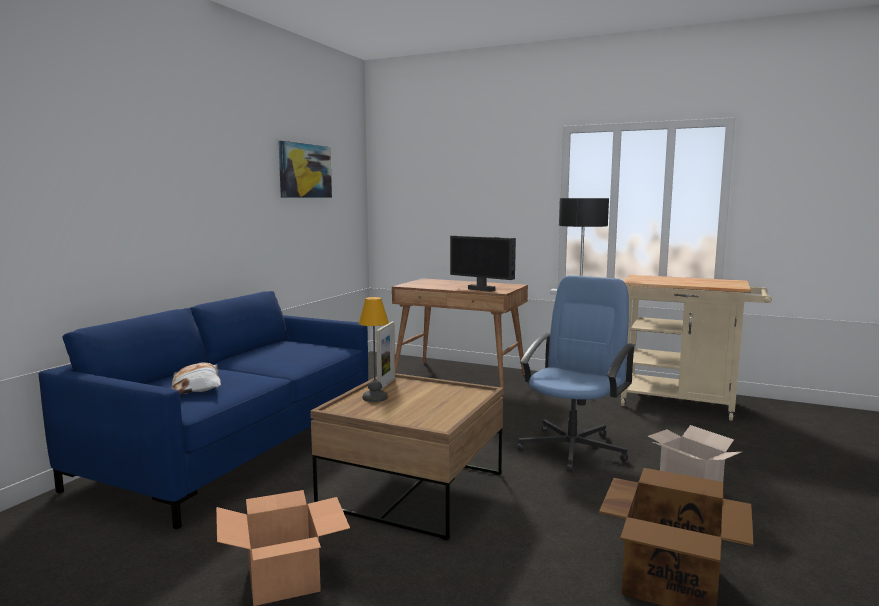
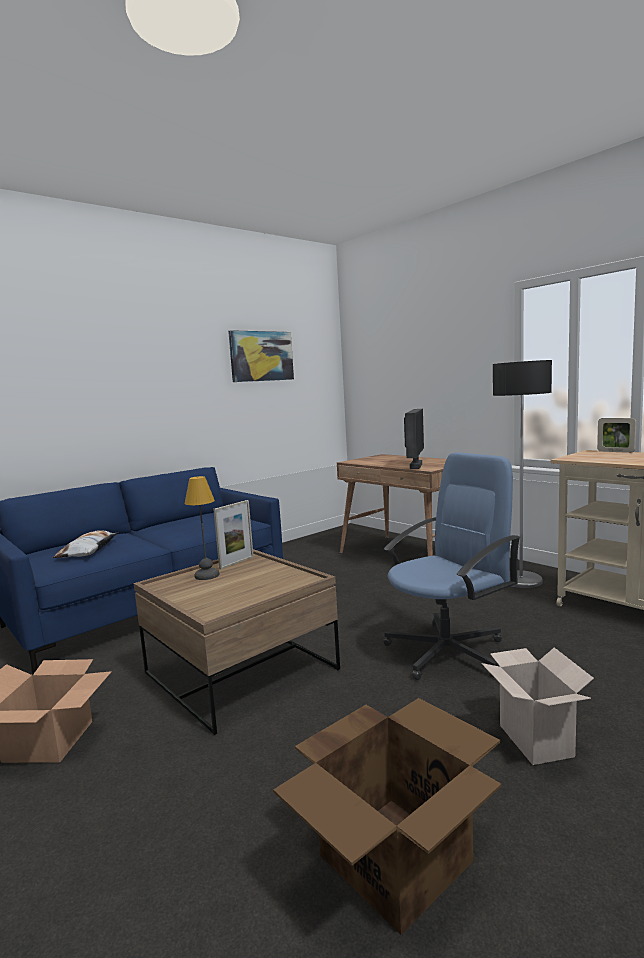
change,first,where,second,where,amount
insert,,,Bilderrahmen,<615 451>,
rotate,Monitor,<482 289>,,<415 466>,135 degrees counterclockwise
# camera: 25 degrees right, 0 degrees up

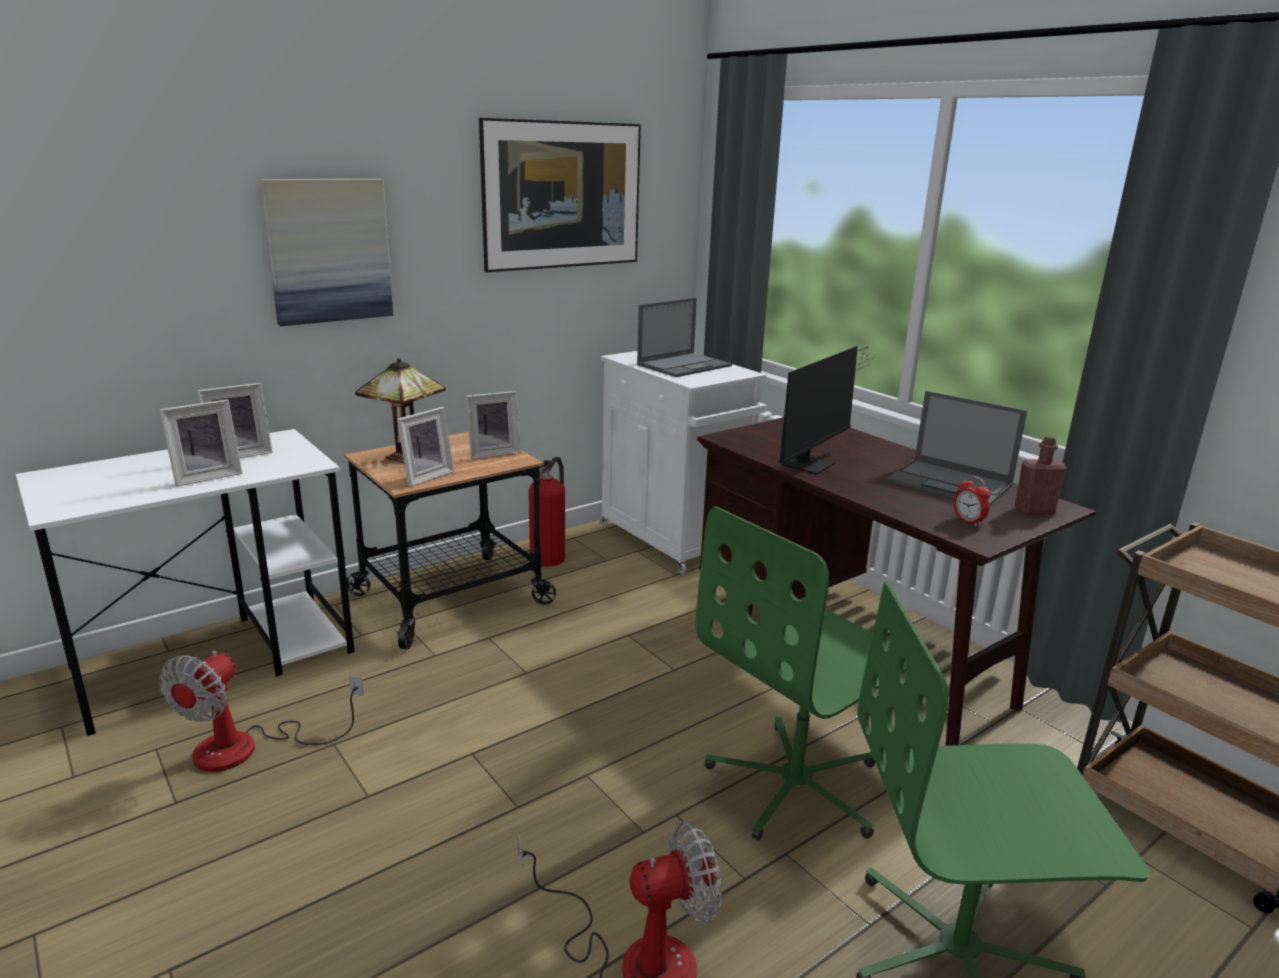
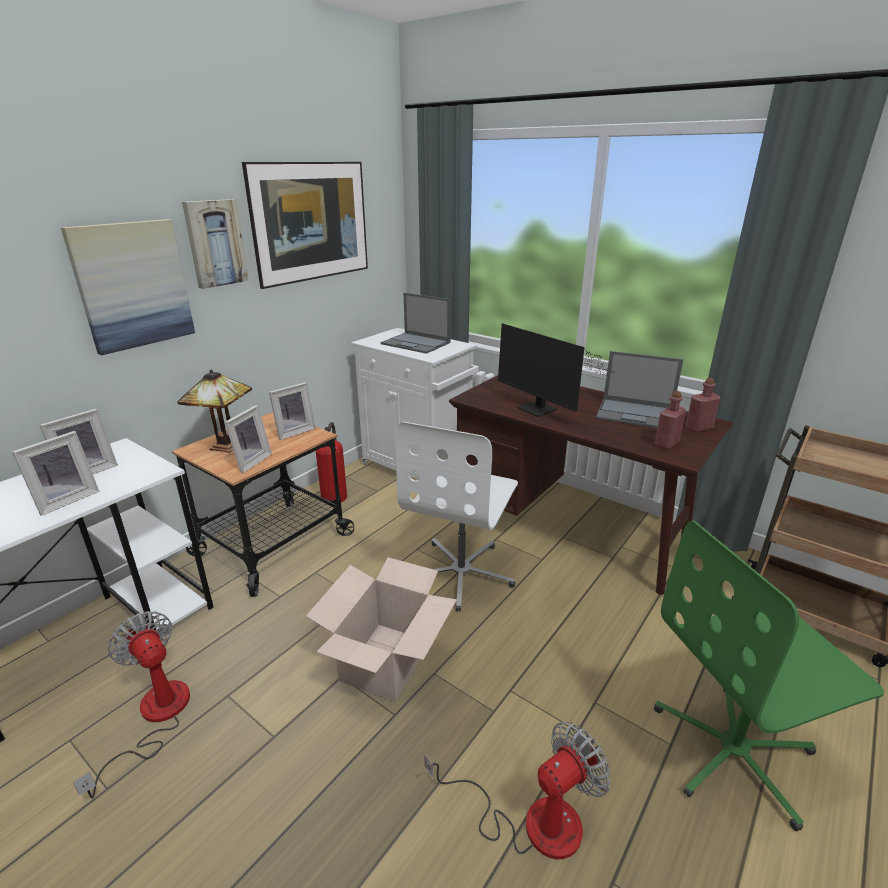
change,first,where,second,where,amount
delete,Bürostuhl [grün],<797 785>,,,
insert,,,Bild,<215 243>,
insert,,,Karton,<385 660>,
insert,,,Bürostuhl [weiß],<462 573>,
replace,Wecker,<968 521>,Flasche [rot],<666 443>,
rotate,Ventilator,<248 748>,,<155 718>,135 degrees clockwise
rotate,Laptop,<685 365>,,<416 343>,90 degrees clockwise
rotate,Monitor,<813 463>,,<540 410>,120 degrees clockwise
# camera: 15 degrees left, 5 degrees up

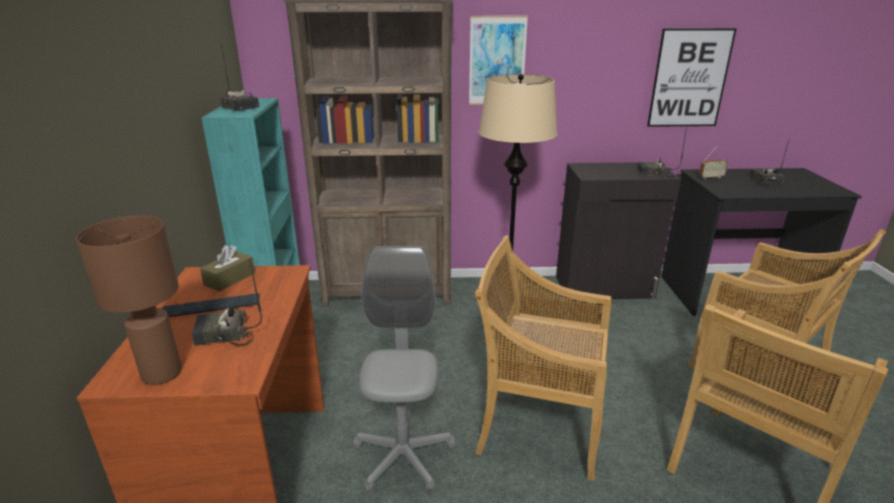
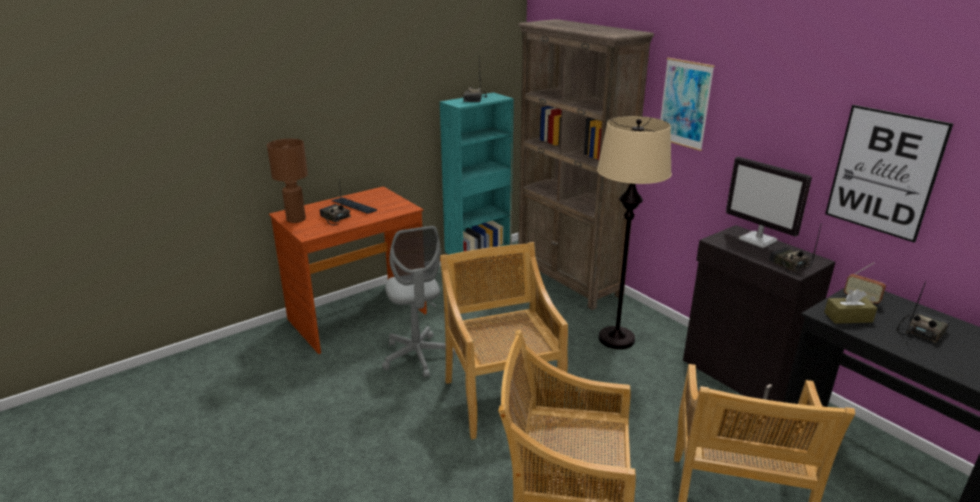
change,first,where,second,where,amount
insert,,,Monitor,<758 240>,
move,Taschentuchbox [braun],<230 279>,,<848 317>,
rotate,Bürostuhl [grau],<403 456>,,<417 356>,105 degrees clockwise
# camera: 55 degrees right, 0 degrees up

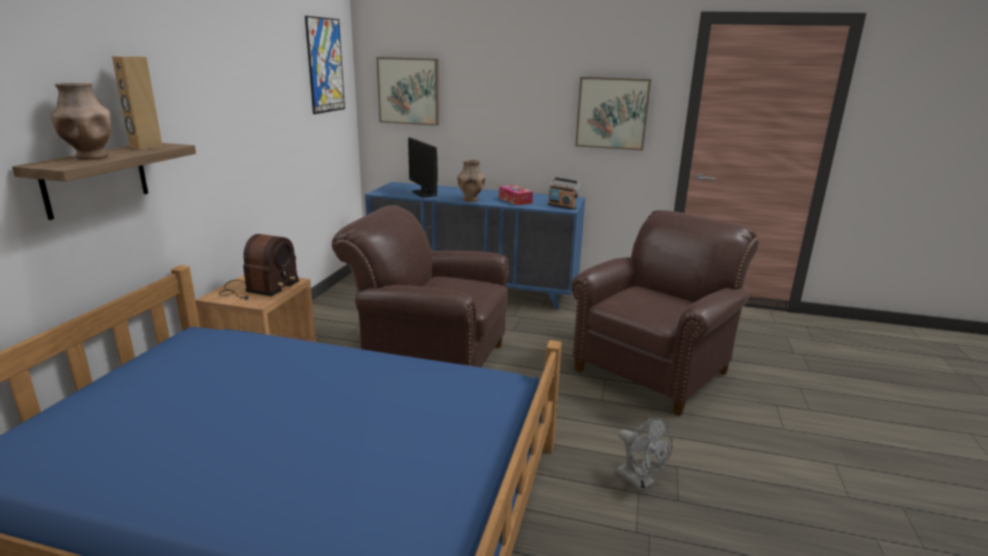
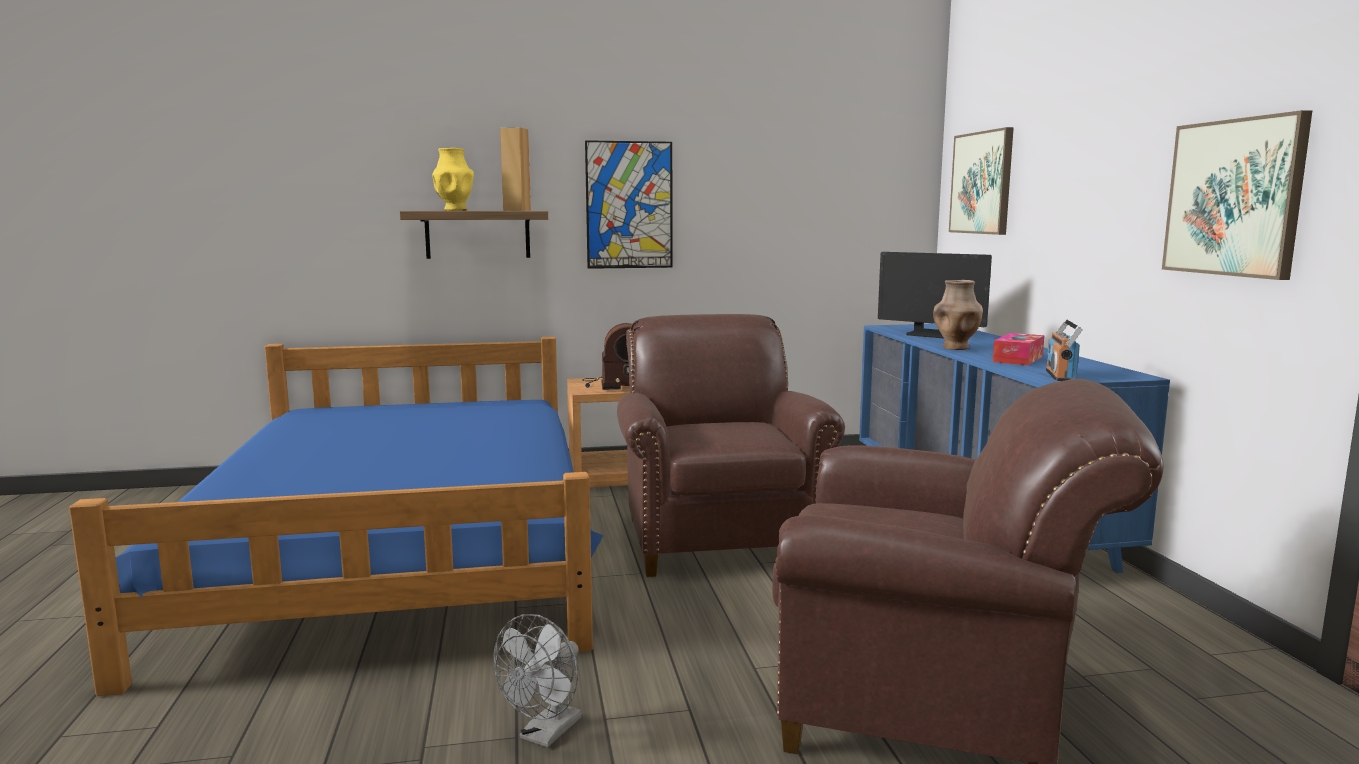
change,first,where,second,where,amount
move,Bild,<325 65>,,<629 205>,
recolor,Vase [braun],<91 157>,Vase [gelb],<455 210>,
rotate,Monitor,<425 193>,,<931 335>,90 degrees counterclockwise
# camera: 65 degrees right, 10 degrees down

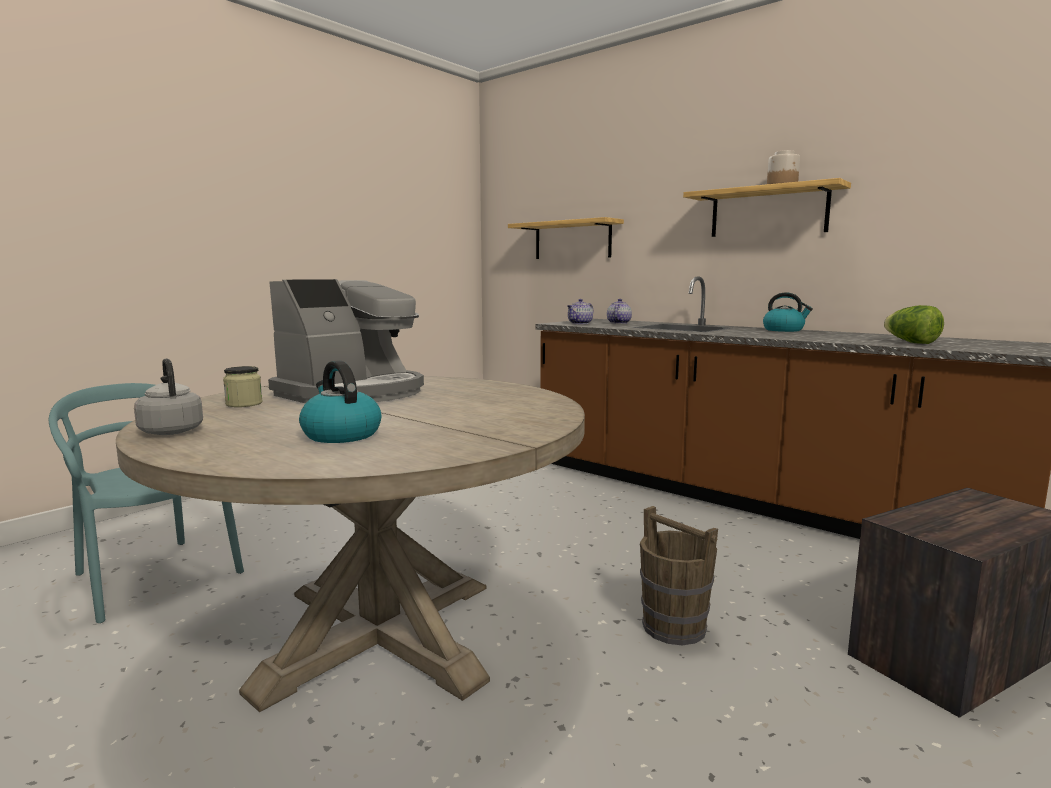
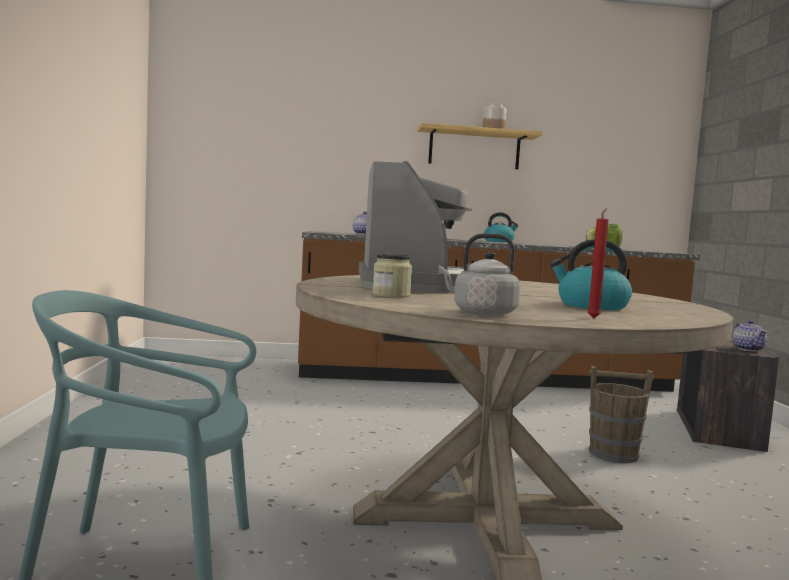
change,first,where,second,where,amount
delete,Wandregal,<572 240>,,,
insert,,,Kerze [rot],<594 318>,
move,Teekanne,<580 323>,,<748 349>,
# camera: 45 degrees left, 5 degrees down

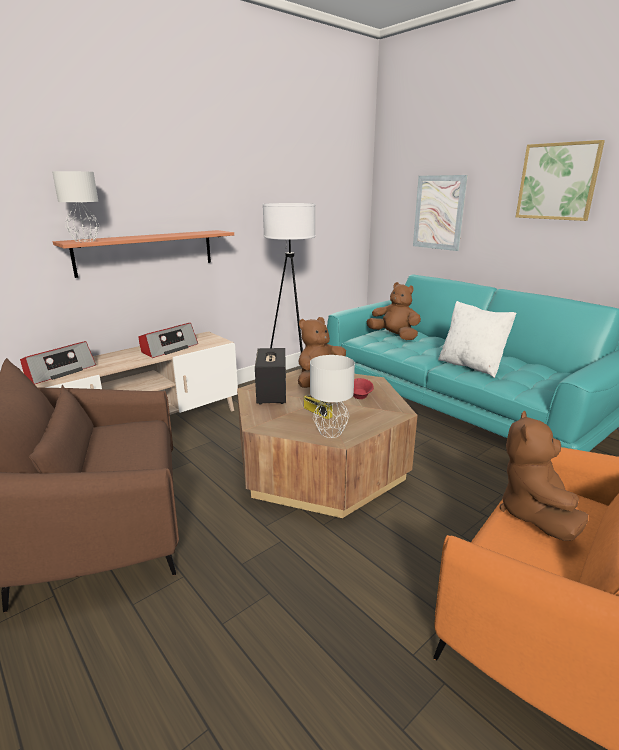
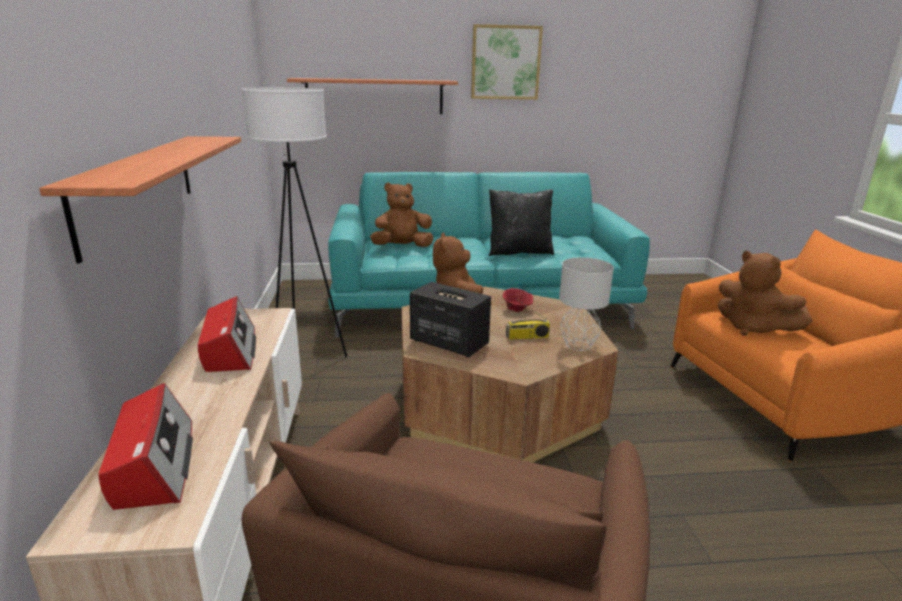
change,first,where,second,where,amount
delete,Tischlampe [grau],<84 241>,,,
replace,Bild,<439 212>,Wandregal,<375 96>,
recolor,Kissen [weiß],<471 366>,Kissen [schwarz],<519 252>,
# camera: 55 degrees left, 0 degrees up

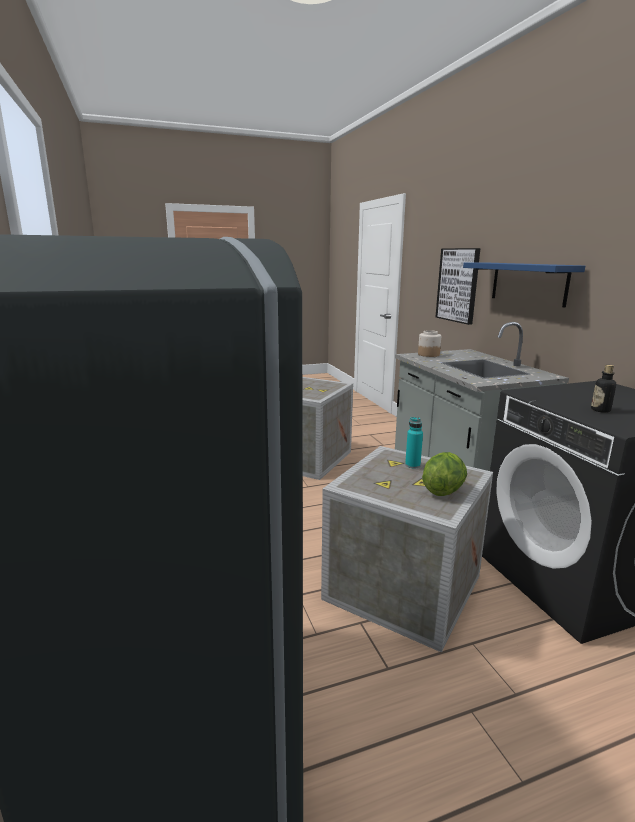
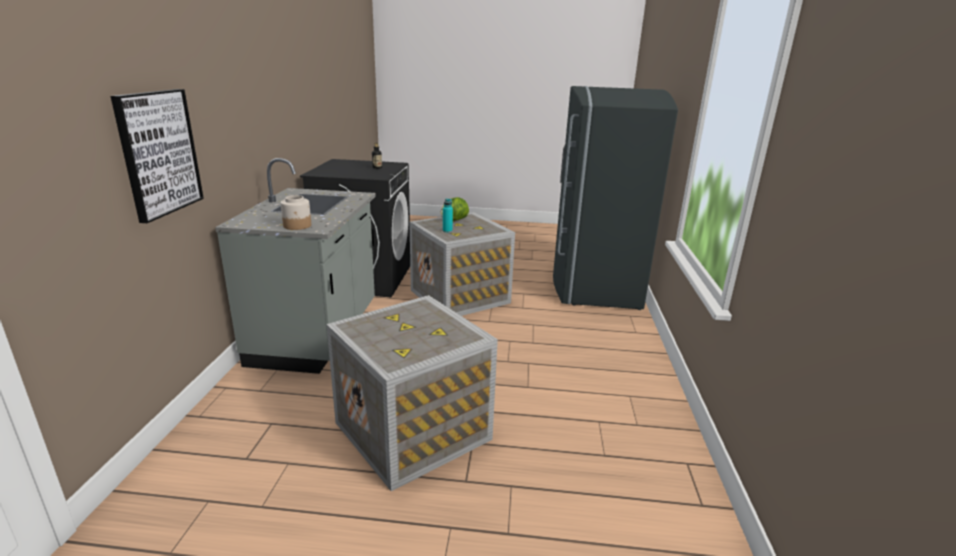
change,first,where,second,where,amount
delete,Wandregal [blau],<528 283>,,,
# camera: 155 degrees left, 5 degrees up

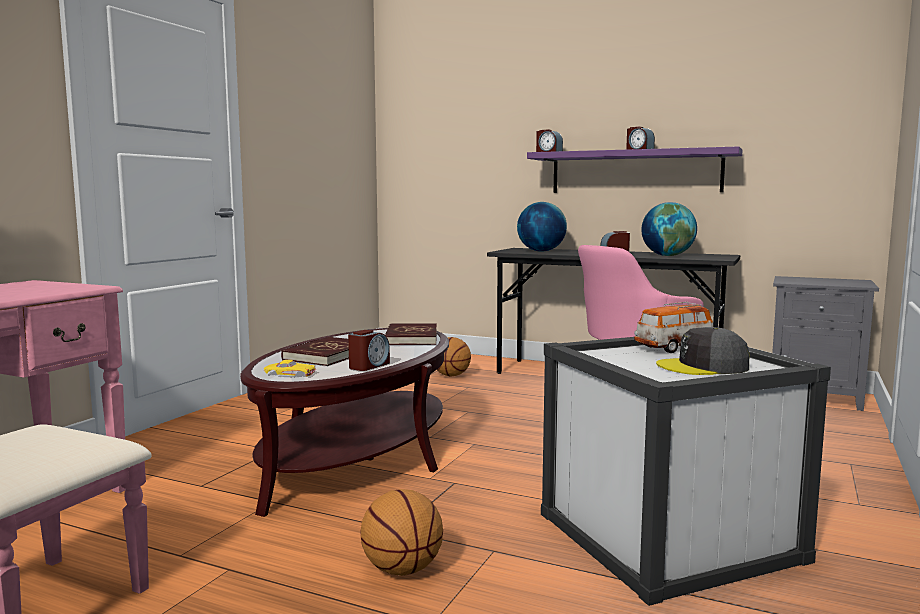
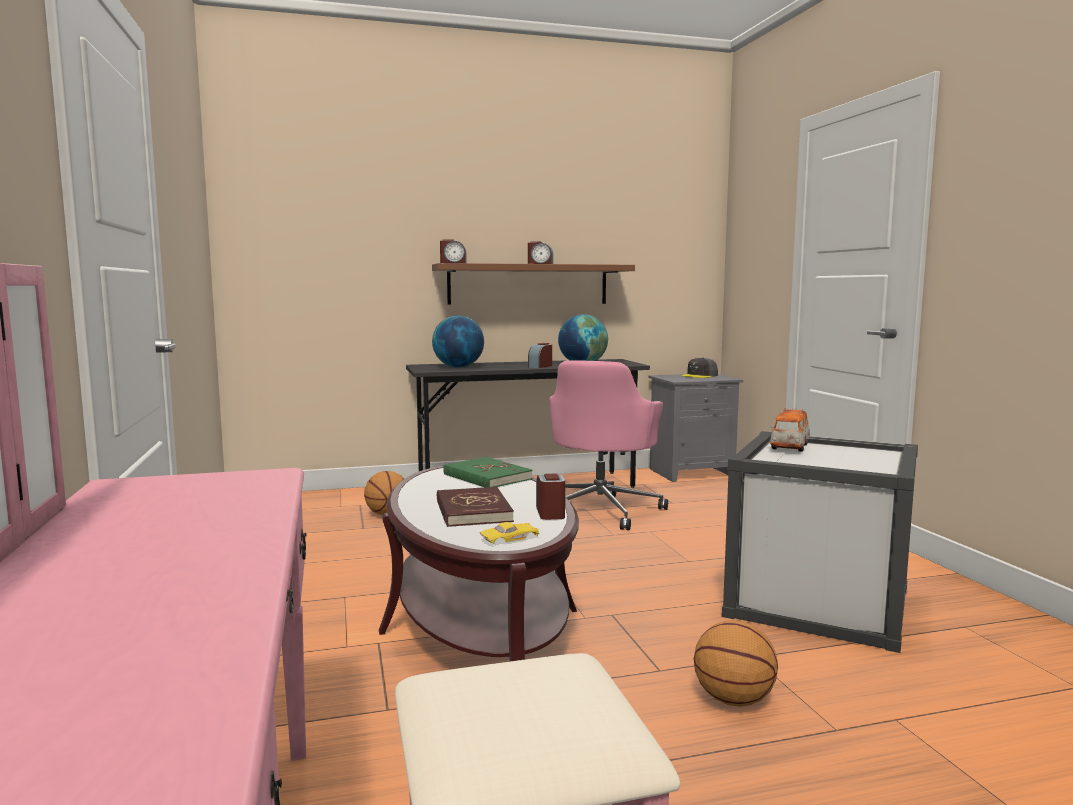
change,first,where,second,where,amount
move,Kappe [grau],<703 366>,,<699 375>,
recolor,Buch [rot],<411 338>,Buch [grün],<486 477>,
recolor,Wandregal [lila],<635 172>,Wandregal [braun],<528 284>,
# camera: 40 degrees left, 0 degrees up

